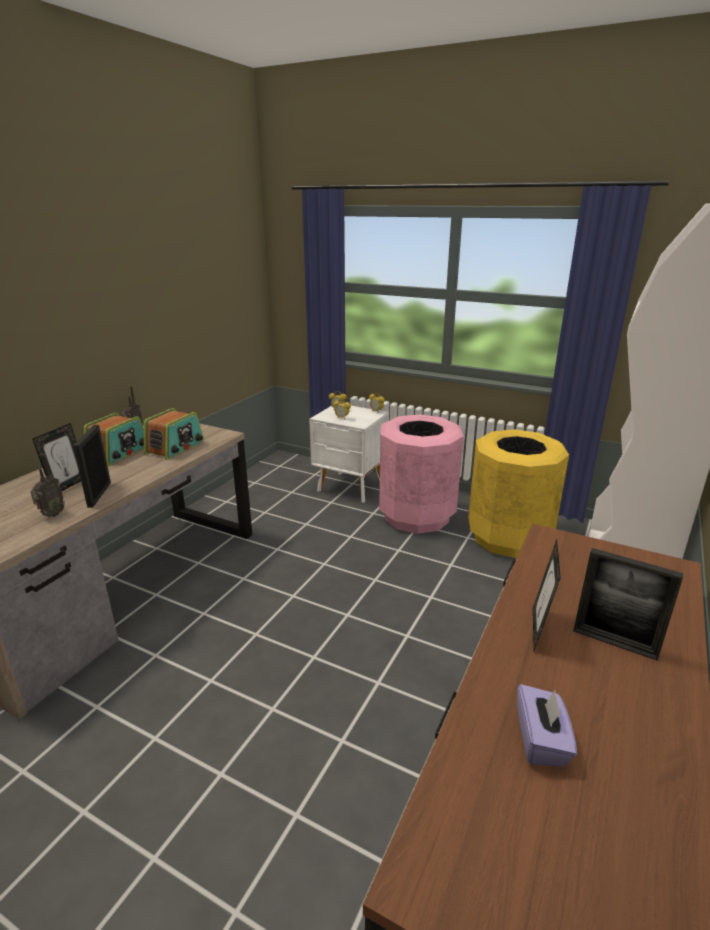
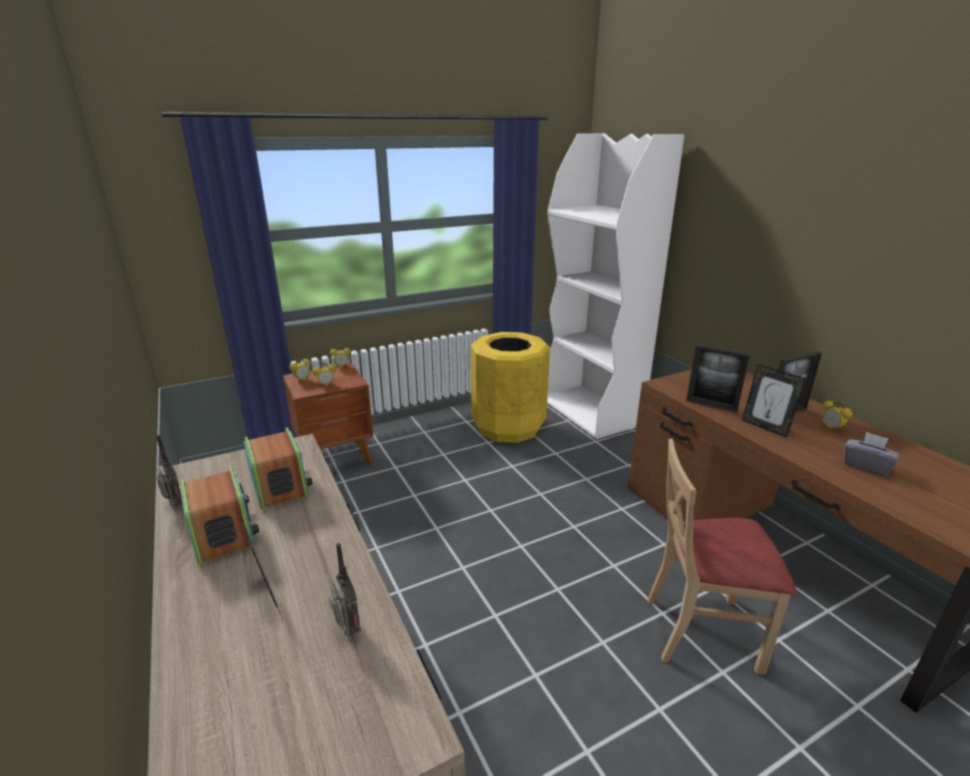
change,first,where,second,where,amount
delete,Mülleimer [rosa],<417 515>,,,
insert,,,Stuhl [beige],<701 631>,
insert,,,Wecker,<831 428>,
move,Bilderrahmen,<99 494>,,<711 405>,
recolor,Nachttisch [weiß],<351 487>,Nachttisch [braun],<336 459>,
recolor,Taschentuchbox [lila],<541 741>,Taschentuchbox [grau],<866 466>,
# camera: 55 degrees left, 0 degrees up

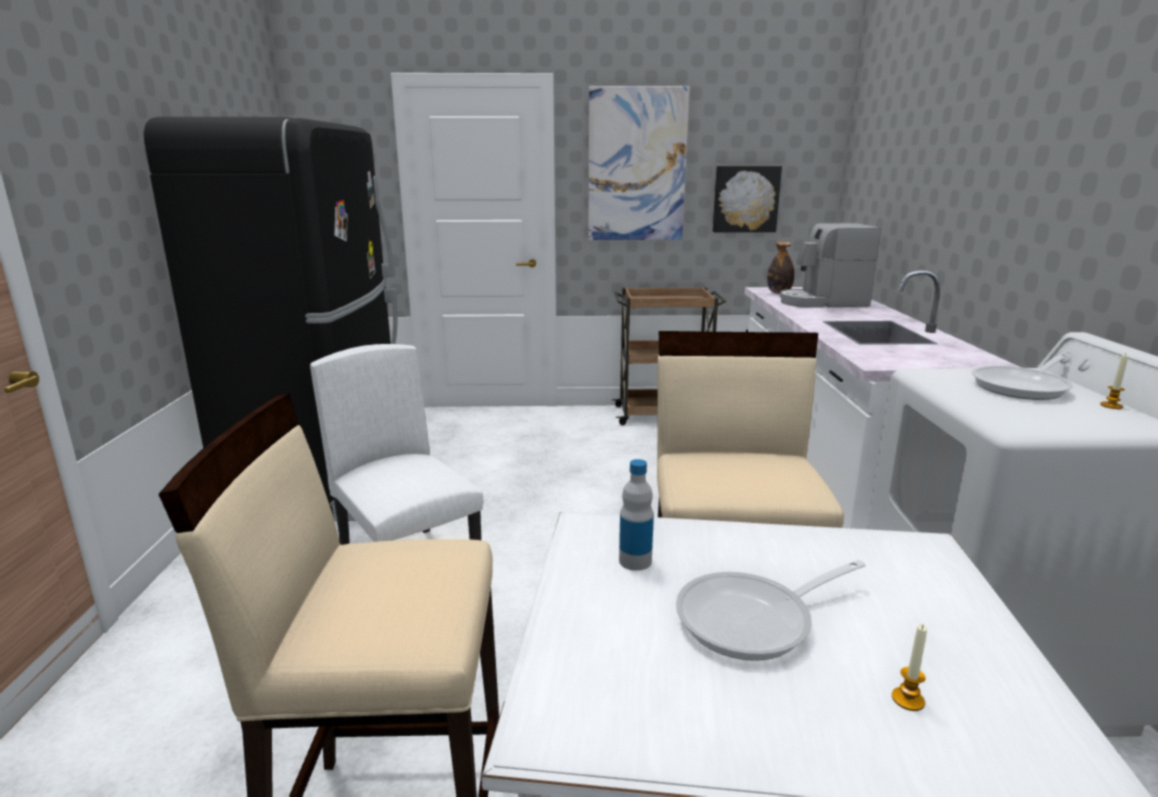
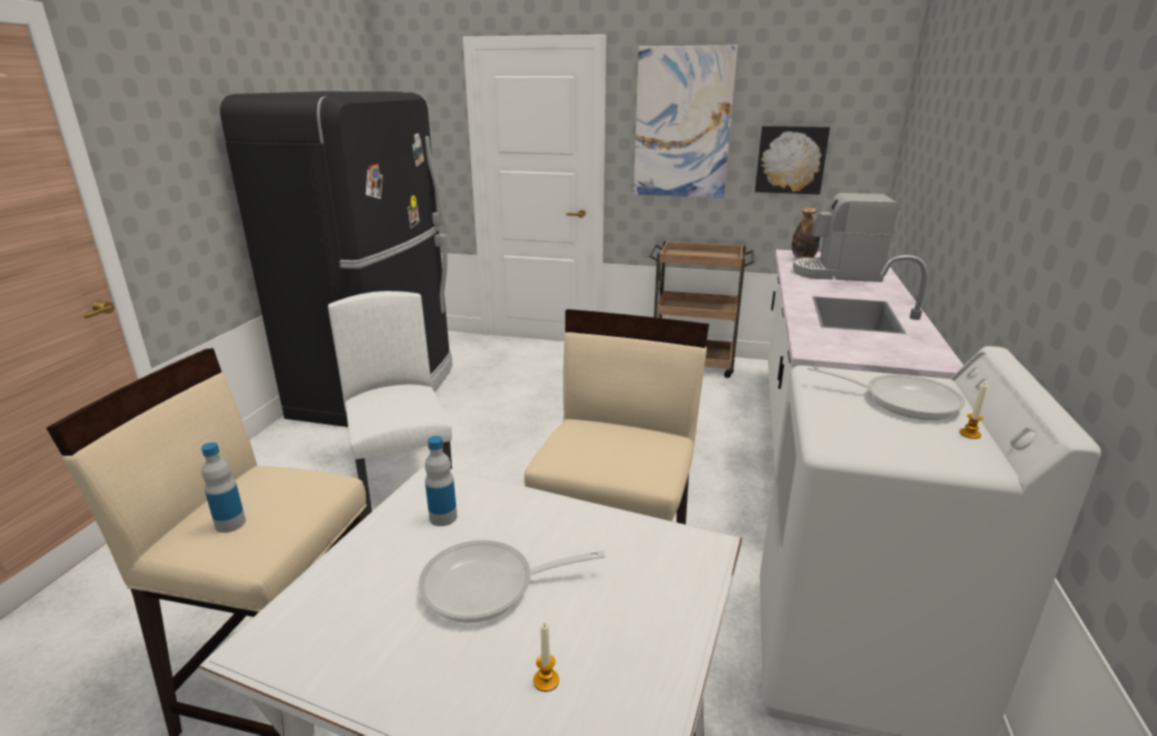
change,first,where,second,where,amount
insert,,,Flasche,<230 523>,
rotate,Pfanne,<1024 387>,,<902 400>,135 degrees counterclockwise
# camera: 15 degrees right, 5 degrees up

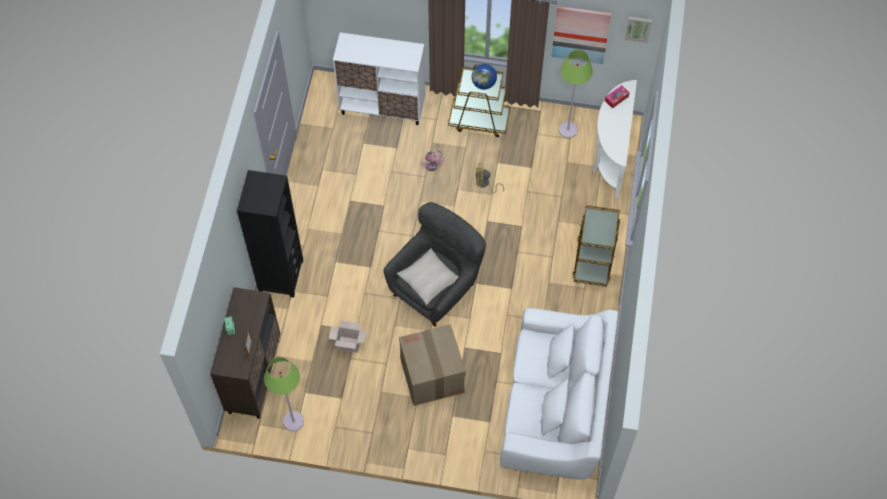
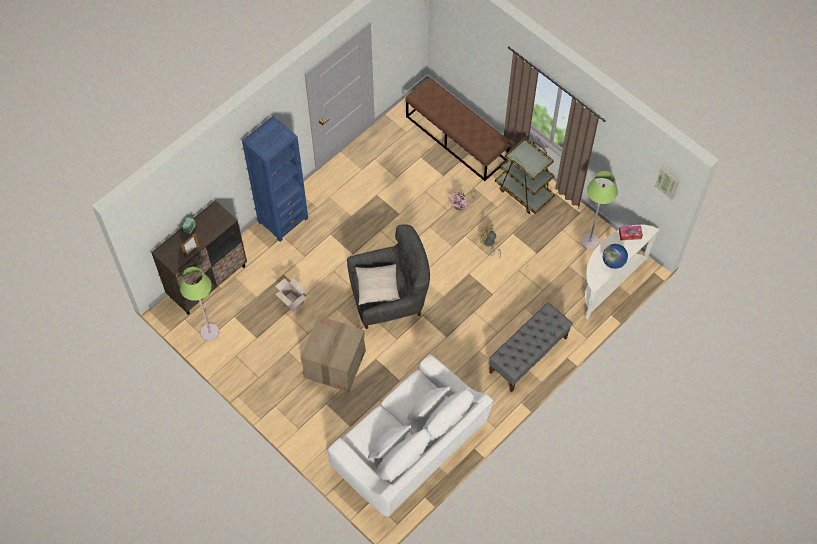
change,first,where,second,where,amount
delete,Bild,<580 34>,,,
move,Globus,<484 84>,,<613 262>,
replace,Schrank [weiß],<383 108>,Bank [braun],<456 139>,
replace,Rollwagen [braun],<593 260>,Bank [grau],<528 355>,
recolor,Bücherregal [schwarz],<280 275>,Bücherregal [blau],<283 220>,
# camera: 35 degrees right, 0 degrees up

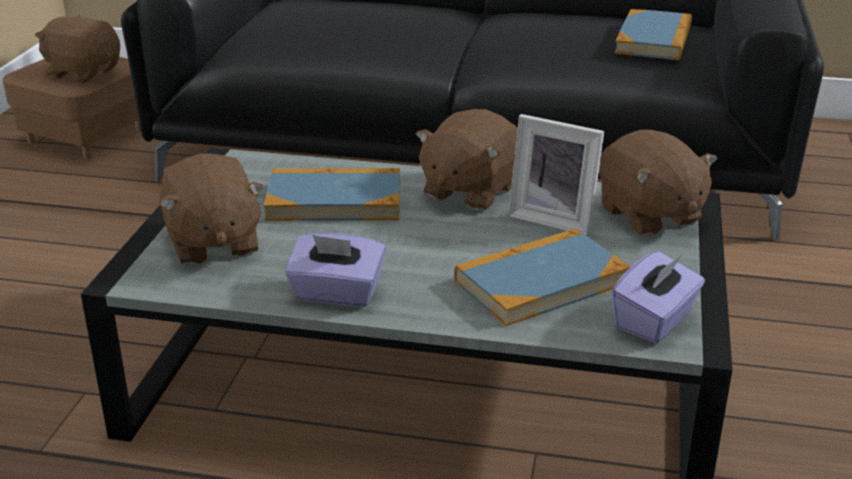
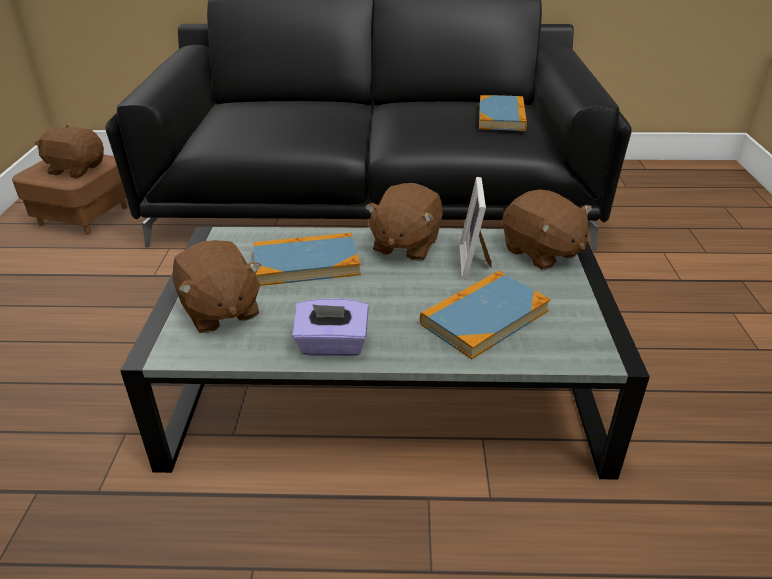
change,first,where,second,where,amount
delete,Taschentuchbox [lila],<655 321>,,,
rotate,Bilderrahmen,<554 218>,,<475 262>,75 degrees clockwise
# camera: 10 degrees left, 5 degrees up

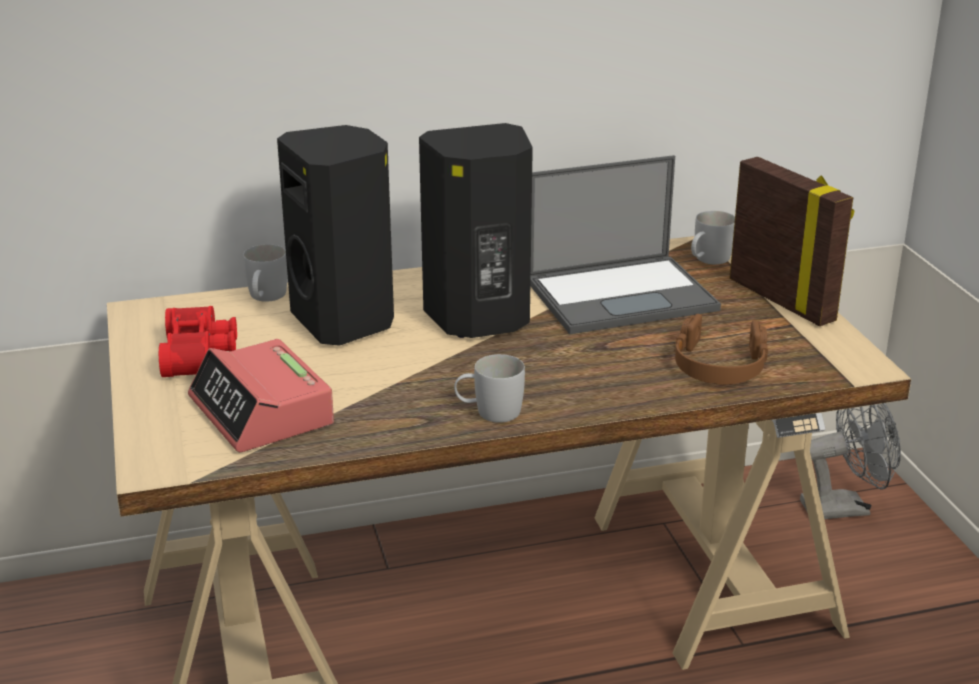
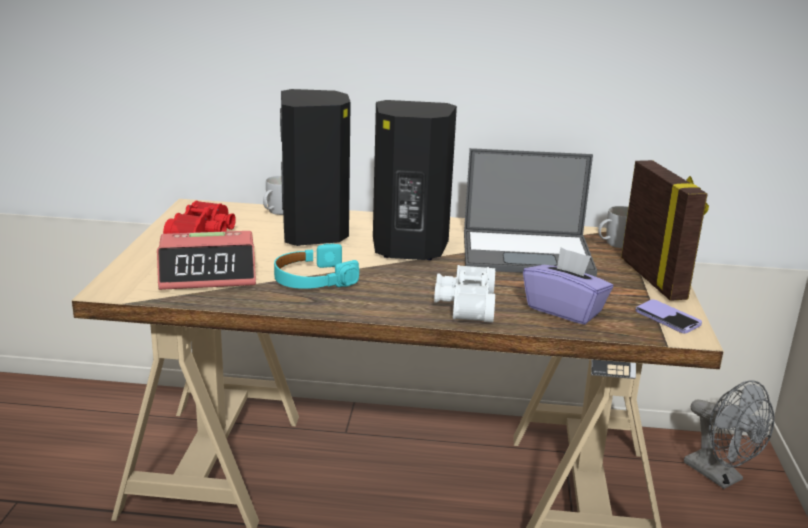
change,first,where,second,where,amount
delete,Henkelbecher [weiß],<489 412>,,,
insert,,,Kopfhörer [türkis],<313 279>,
insert,,,Fernglas [weiß],<464 304>,
insert,,,Handy,<667 318>,
replace,Kopfhörer [braun],<719 365>,Taschentuchbox [lila],<564 310>,
rotate,Wecker,<262 412>,,<208 273>,90 degrees counterclockwise
rotate,Ventilator [grau],<844 507>,,<720 476>,45 degrees clockwise
# camera: 20 degrees right, 5 degrees down

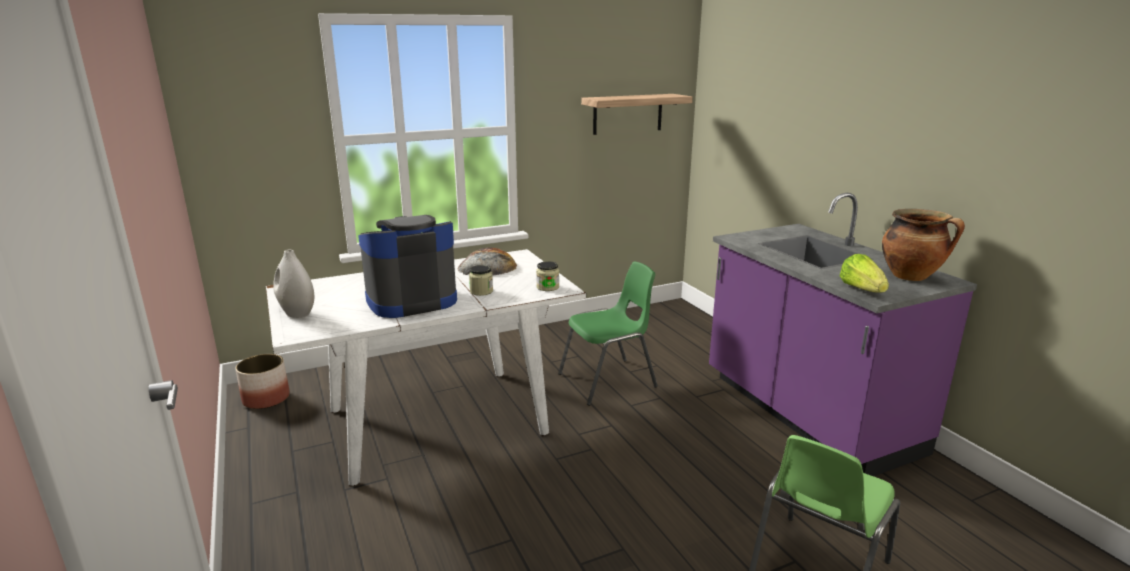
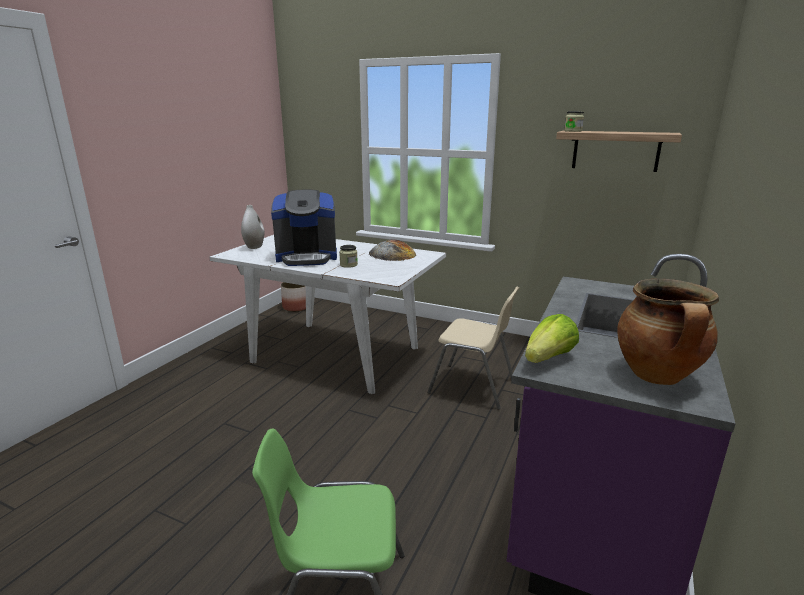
change,first,where,second,where,amount
move,Vorratsglas,<547 287>,,<573 131>,
recolor,Stuhl [grün],<609 381>,Stuhl [beige],<473 387>,
rotate,Kaffeemaschine,<411 300>,,<307 257>,150 degrees clockwise
# camera: 50 degrees right, 0 degrees up

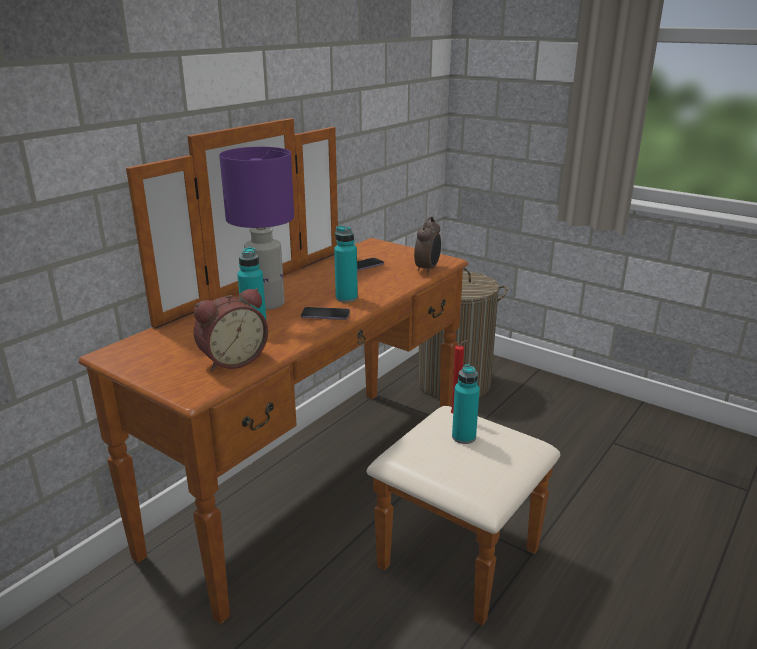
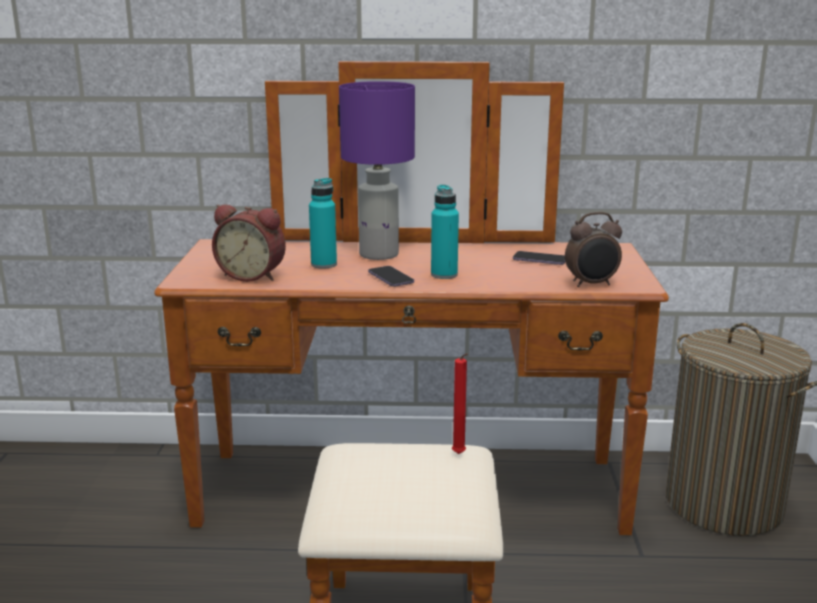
change,first,where,second,where,amount
delete,Flasche [türkis],<463 437>,,,
# camera: 55 degrees right, 5 degrees down

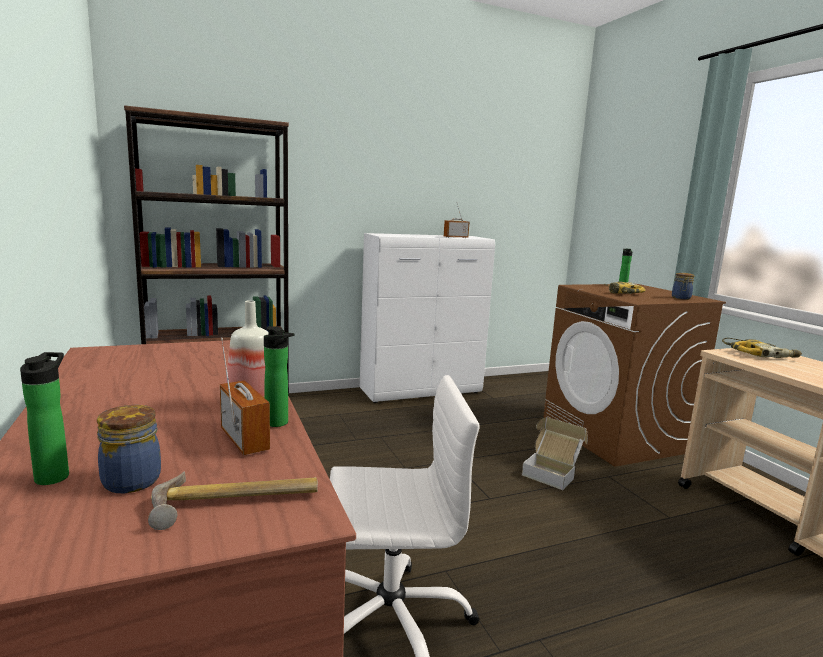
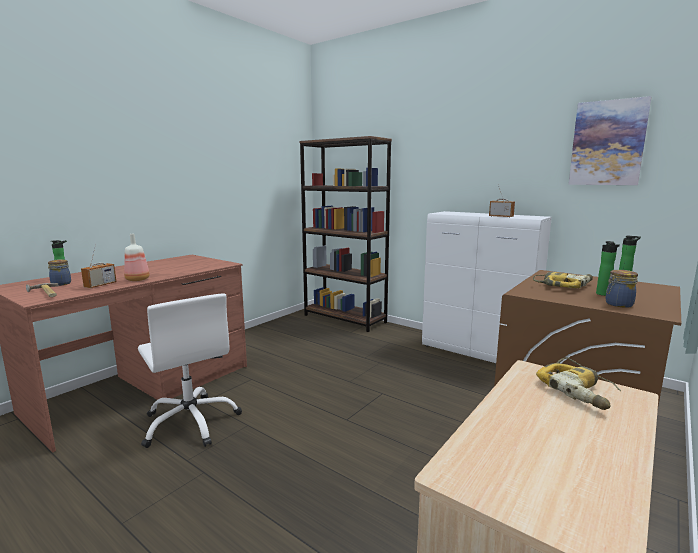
change,first,where,second,where,amount
delete,Karton,<552 473>,,,
insert,,,Bild,<607 143>,
move,Flasche,<279 424>,,<603 294>,
# camera: 60 degrees right, 0 degrees up

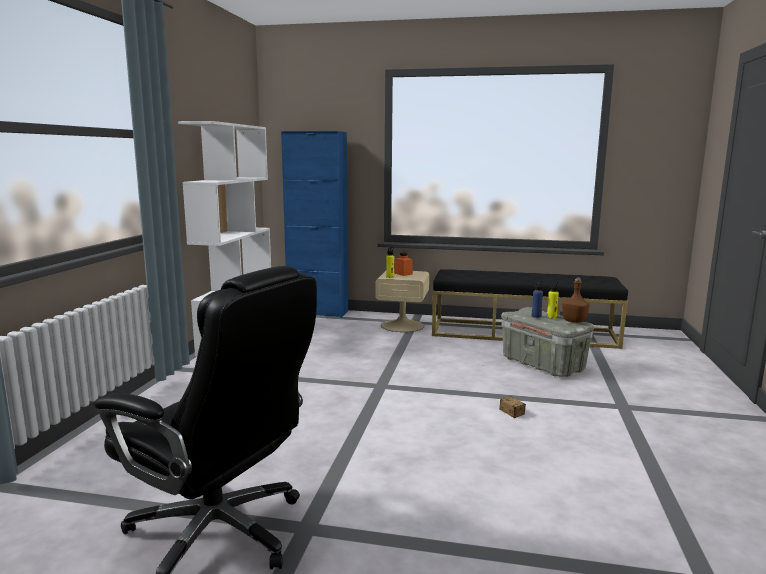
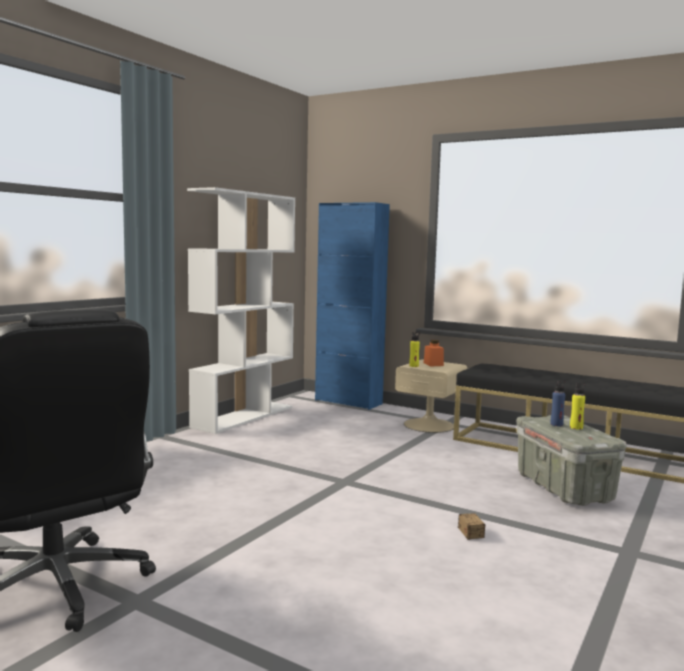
change,first,where,second,where,amount
delete,Flasche [braun],<575 321>,,,
# camera: 20 degrees right, 5 degrees down

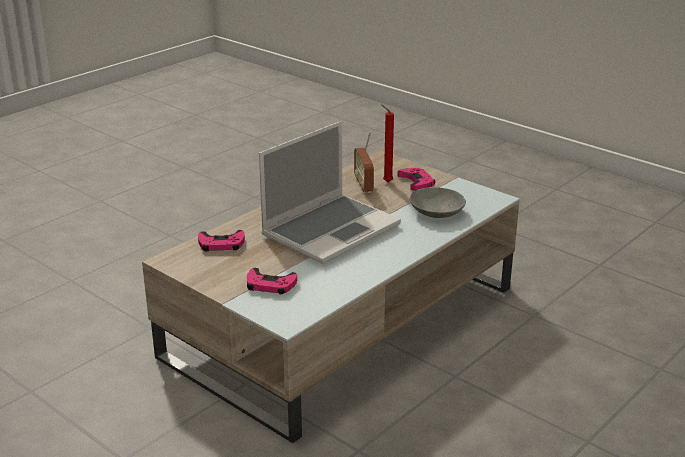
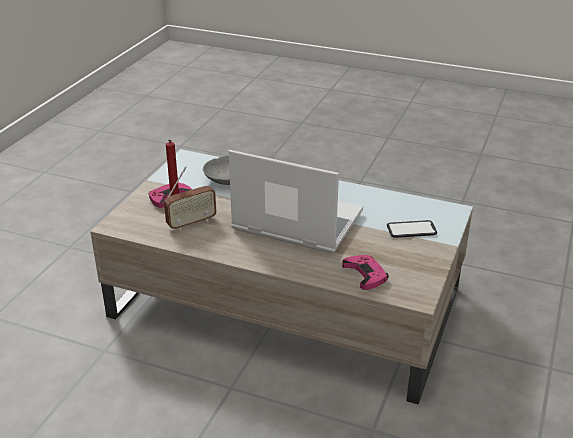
change,first,where,second,where,amount
replace,Gamepad [rosa],<270 285>,Handy,<411 230>,
# camera: 110 degrees left, 5 degrees up

